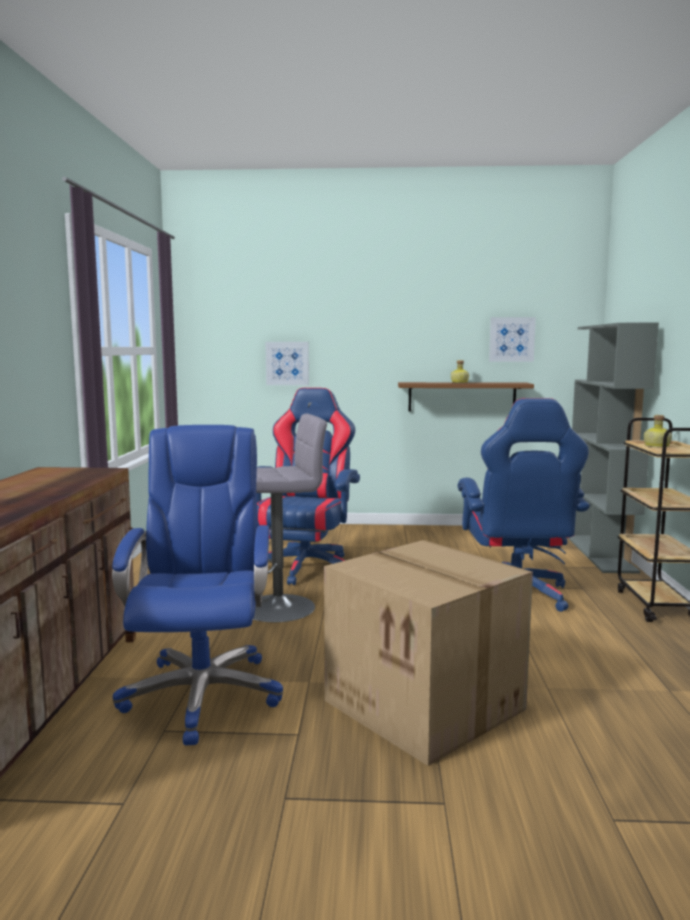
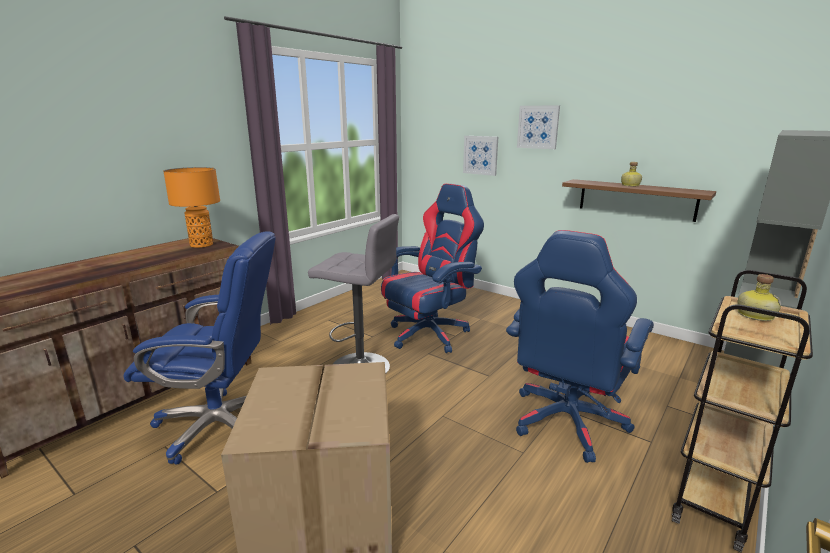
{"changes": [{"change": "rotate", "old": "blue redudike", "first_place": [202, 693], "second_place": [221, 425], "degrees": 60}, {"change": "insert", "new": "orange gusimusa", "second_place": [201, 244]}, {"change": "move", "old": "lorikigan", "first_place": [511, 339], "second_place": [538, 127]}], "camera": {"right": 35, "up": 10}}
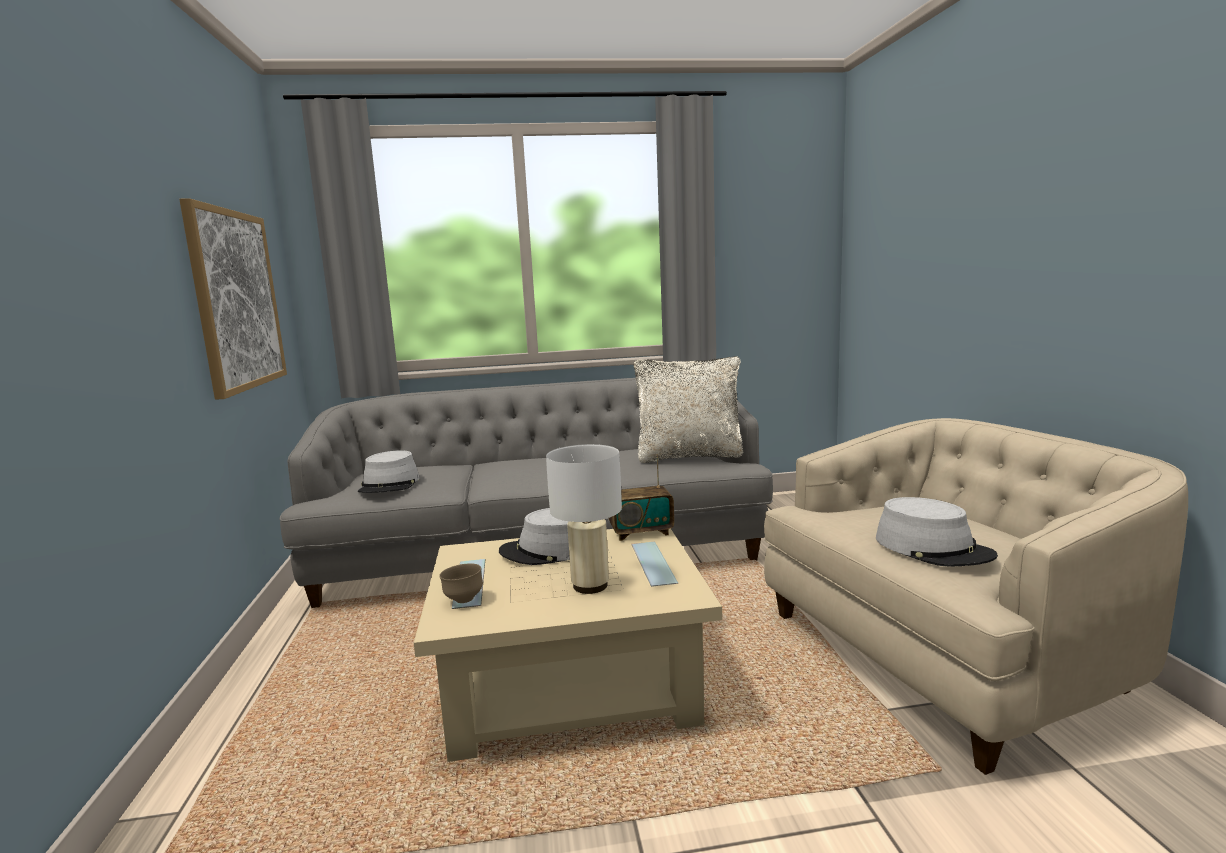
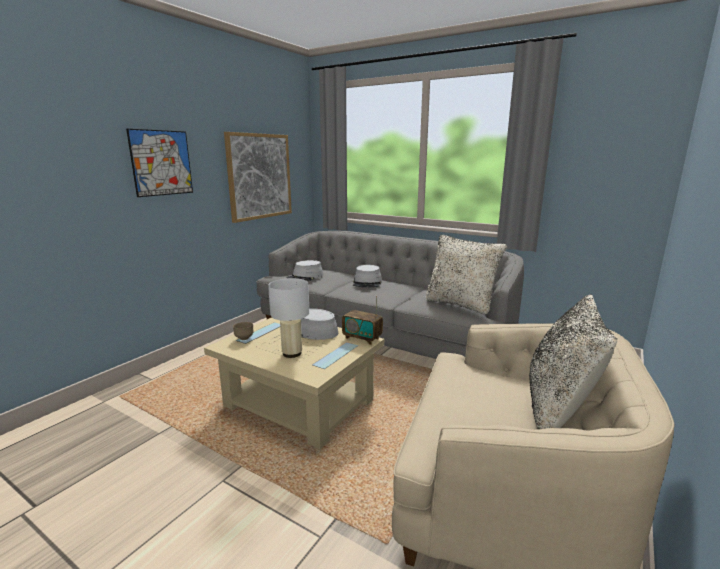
{"changes": [{"change": "insert", "new": "lorikigan", "second_place": [161, 163]}, {"change": "move", "old": "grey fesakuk", "first_place": [933, 548], "second_place": [367, 283]}, {"change": "insert", "new": "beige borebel", "second_place": [557, 413]}], "camera": {"right": 40, "up": 5}}
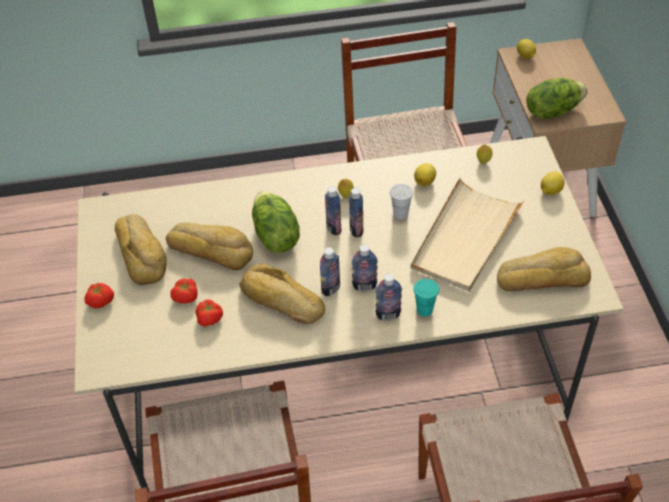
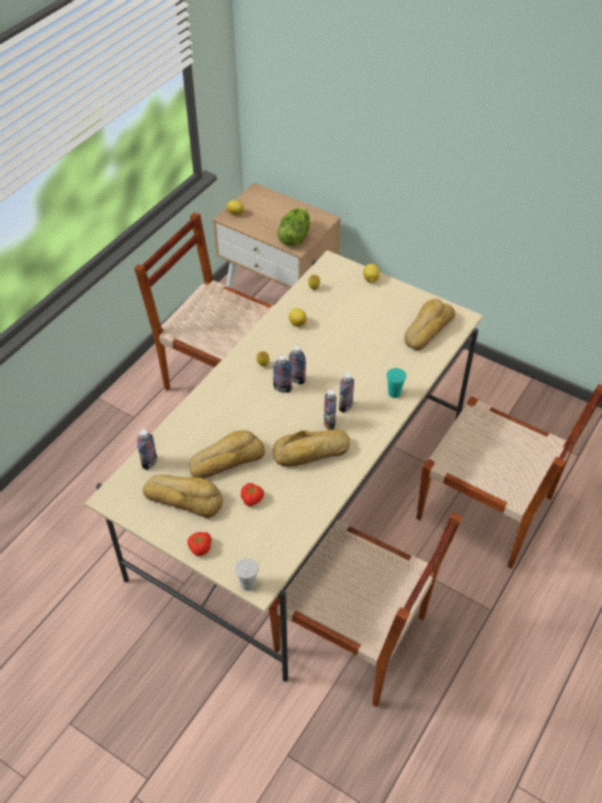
{"changes": [{"change": "move", "old": "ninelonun", "first_place": [388, 315], "second_place": [149, 463]}, {"change": "move", "old": "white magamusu", "first_place": [400, 214], "second_place": [248, 584]}, {"change": "delete", "old": "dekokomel", "first_place": [210, 318]}, {"change": "delete", "old": "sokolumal", "first_place": [275, 236]}, {"change": "delete", "old": "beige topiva", "first_place": [465, 238]}], "camera": {"right": -50, "up": 0}}
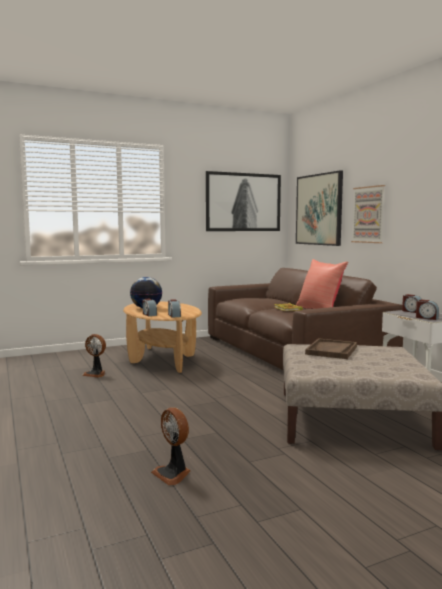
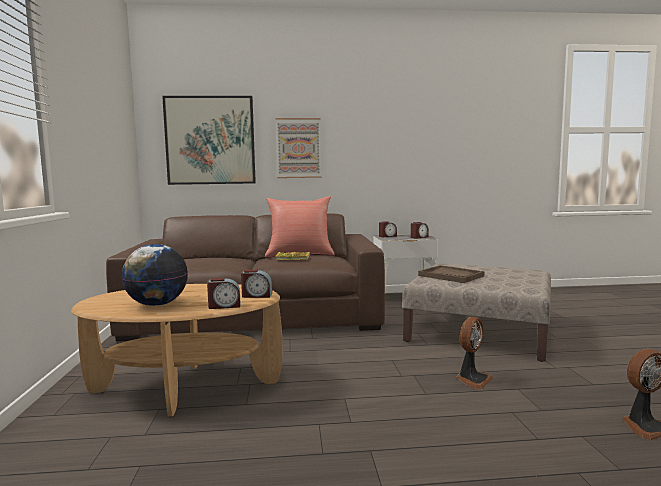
{"changes": [{"change": "move", "old": "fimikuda", "first_place": [96, 374], "second_place": [472, 379]}, {"change": "delete", "old": "lorikigan", "first_place": [243, 202]}], "camera": {"right": -70, "up": 0}}
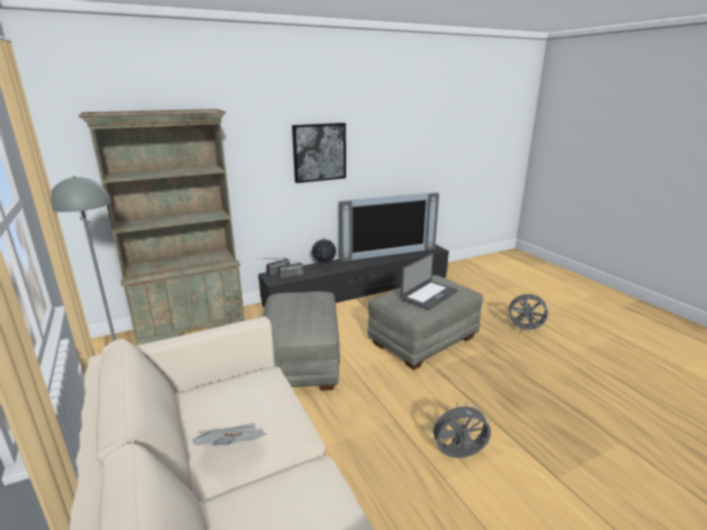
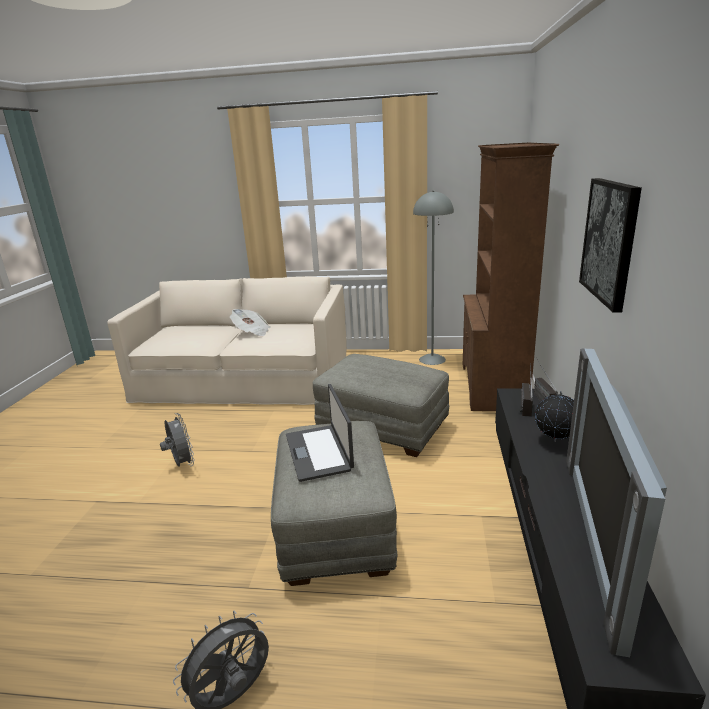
{"changes": [{"change": "rotate", "old": "grey fimikuda", "first_place": [458, 456], "second_place": [182, 464], "degrees": -60}, {"change": "recolor", "old": "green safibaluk", "new": "brown safibaluk", "first_place": [192, 332], "second_place": [493, 386]}], "camera": {"right": 125, "up": 0}}
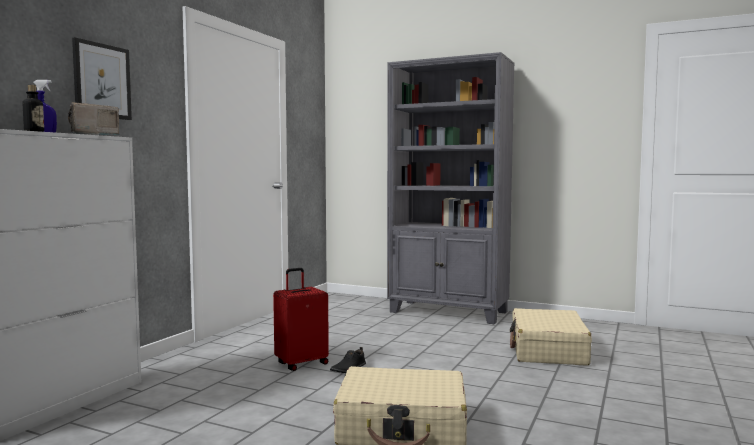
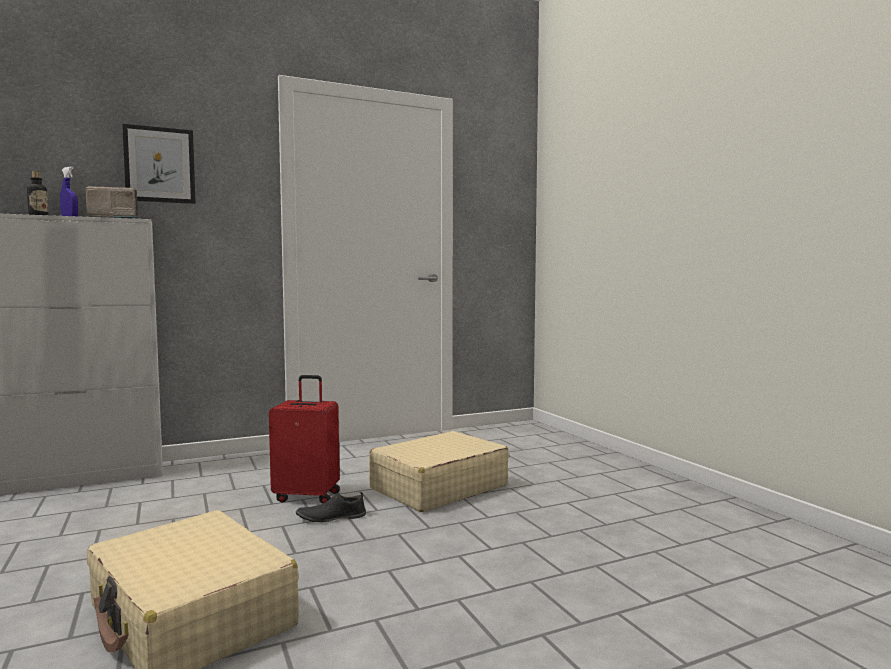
{"changes": [{"change": "move", "old": "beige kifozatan", "first_place": [548, 350], "second_place": [438, 487]}, {"change": "delete", "old": "grey safibaluk", "first_place": [449, 312]}], "camera": {"right": 40, "up": 0}}
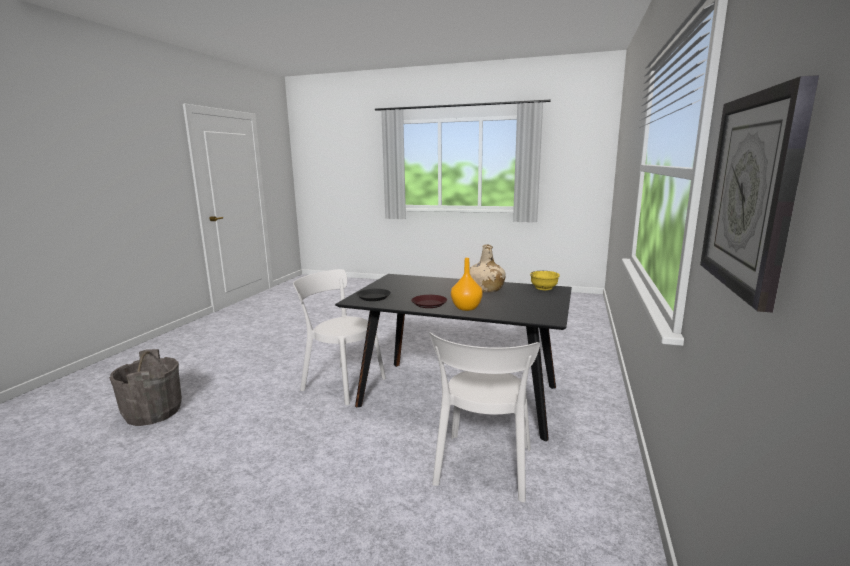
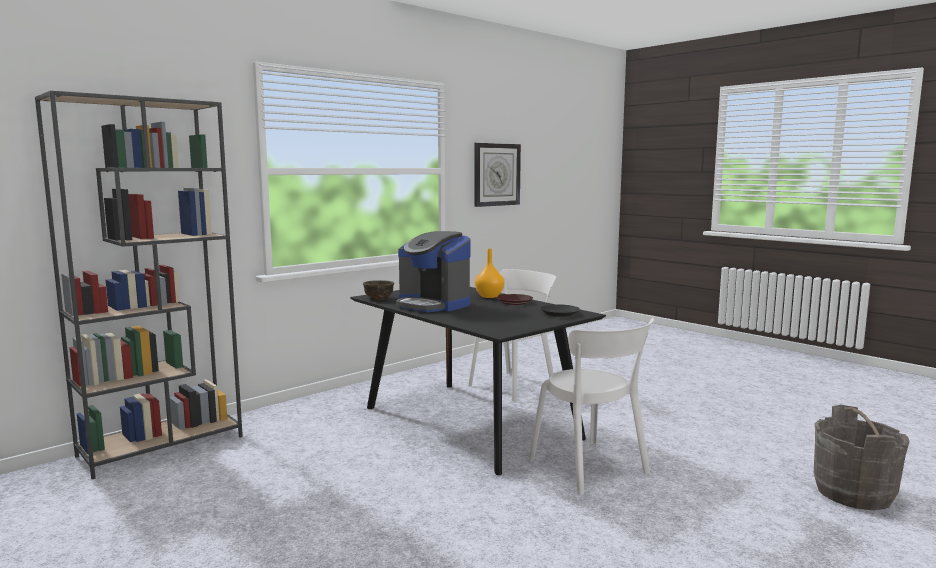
{"changes": [{"change": "insert", "new": "safibaluk", "second_place": [162, 446]}, {"change": "recolor", "old": "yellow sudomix", "new": "brown sudomix", "first_place": [544, 288], "second_place": [378, 298]}, {"change": "replace", "old": "beige ninelonun", "new": "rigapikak", "first_place": [485, 289], "second_place": [433, 305]}], "camera": {"right": -150, "up": -5}}
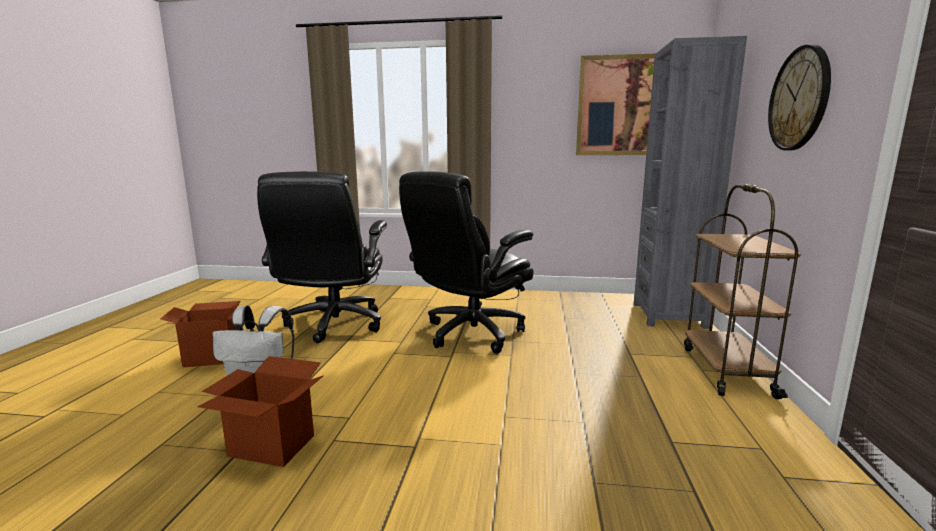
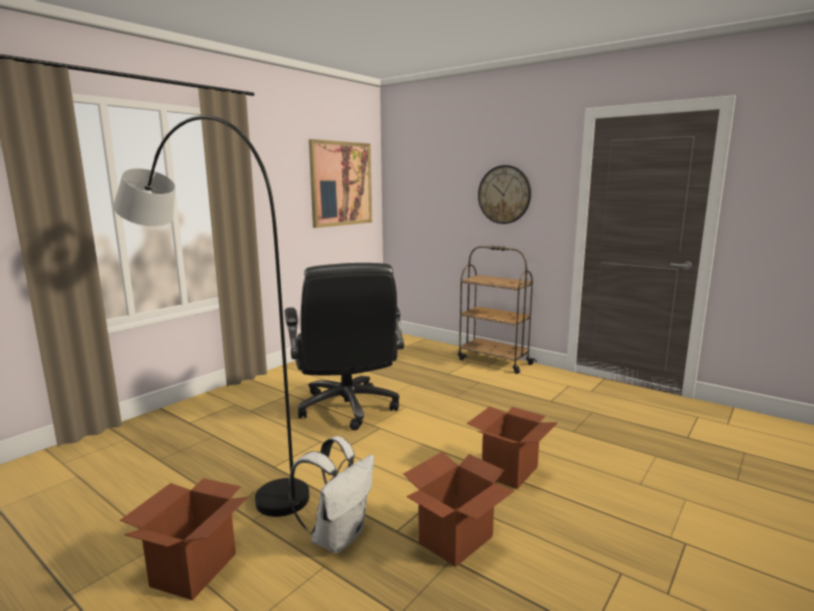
{"changes": [{"change": "replace", "old": "black redudike", "new": "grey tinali", "first_place": [333, 326], "second_place": [219, 469]}, {"change": "insert", "new": "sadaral", "second_place": [510, 471]}, {"change": "delete", "old": "grey safibaluk", "first_place": [669, 315]}], "camera": {"right": -60, "up": 0}}
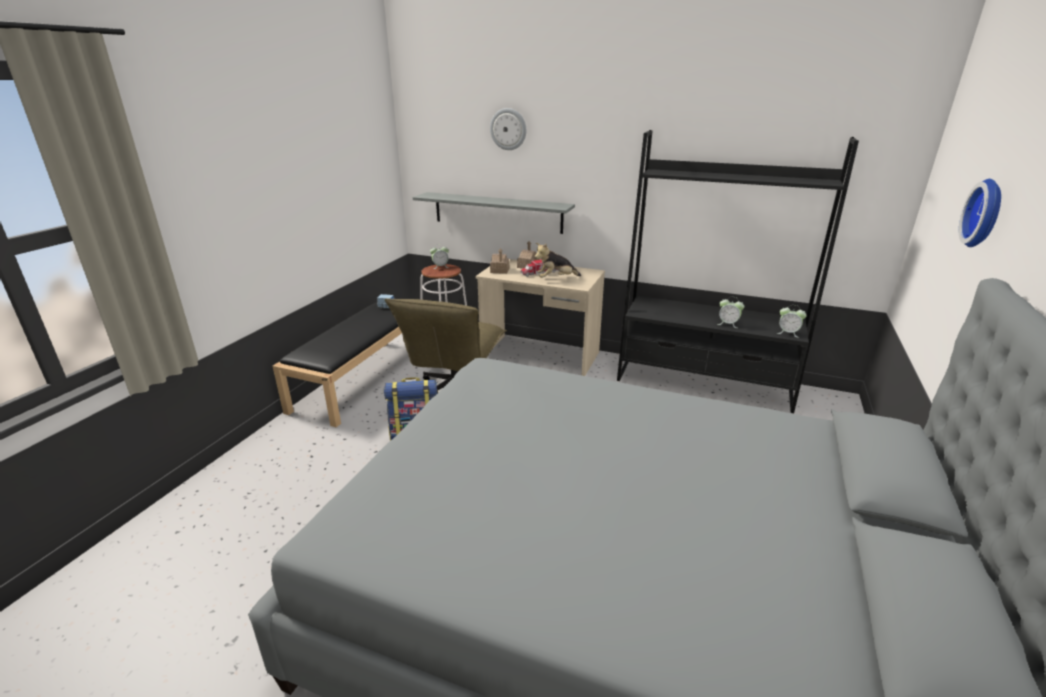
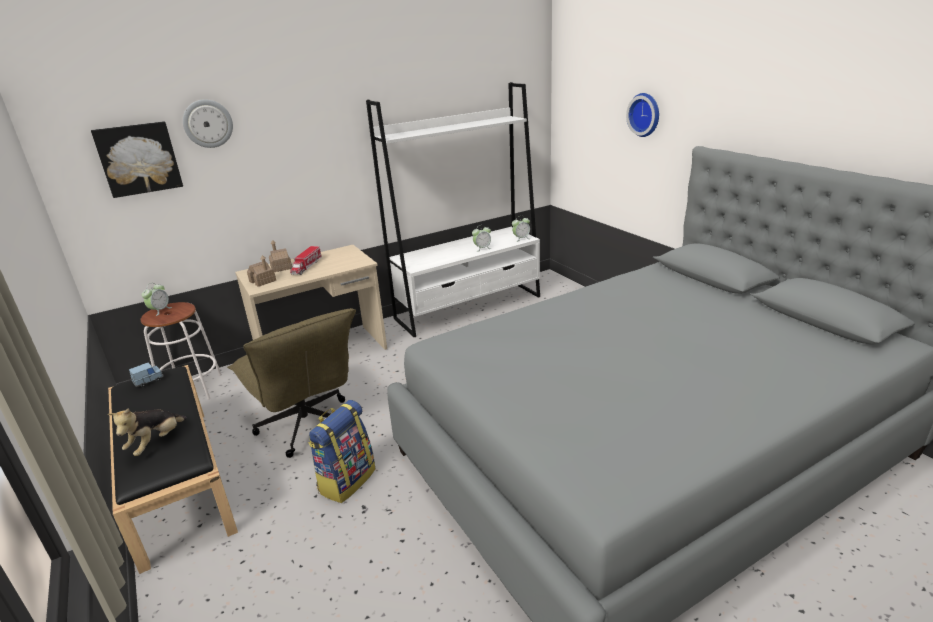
{"changes": [{"change": "insert", "new": "lorikigan", "second_place": [138, 159]}, {"change": "move", "old": "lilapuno", "first_place": [556, 279], "second_place": [156, 443]}, {"change": "recolor", "old": "black safibaluk", "new": "white safibaluk", "first_place": [704, 383], "second_place": [469, 307]}, {"change": "delete", "old": "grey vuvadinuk", "first_place": [497, 212]}], "camera": {"right": -50, "up": 0}}
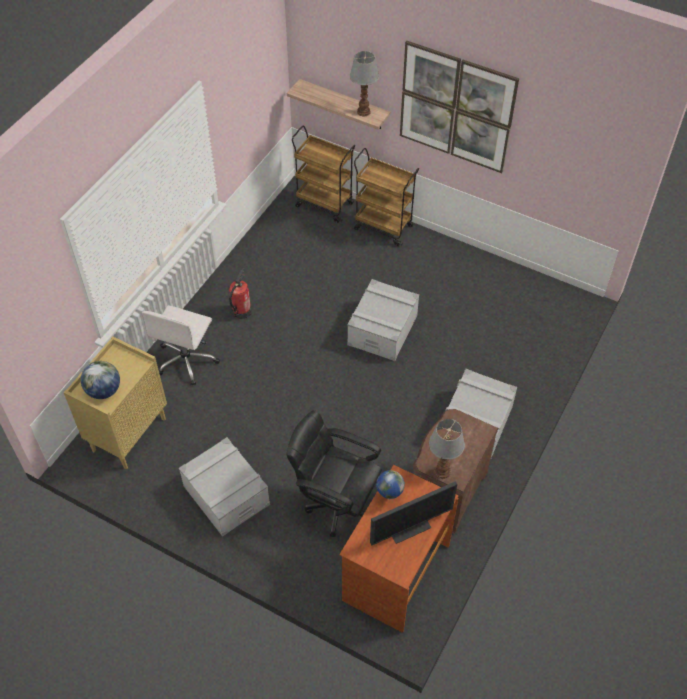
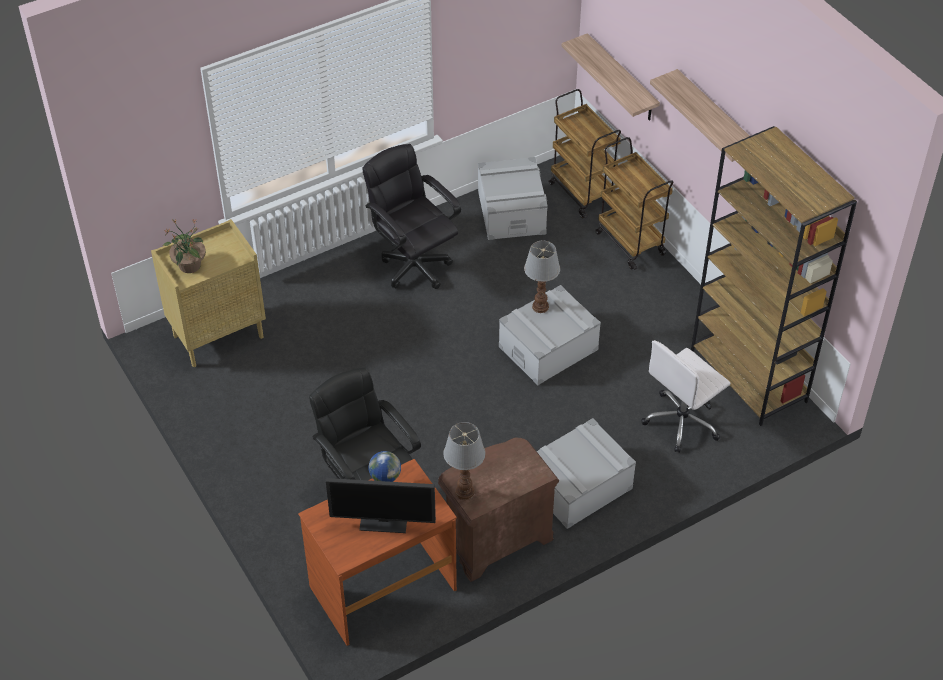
{"changes": [{"change": "replace", "old": "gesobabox", "new": "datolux", "first_place": [103, 390], "second_place": [189, 266]}, {"change": "replace", "old": "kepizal", "new": "black redudike", "first_place": [241, 311], "second_place": [412, 267]}, {"change": "move", "old": "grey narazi", "first_place": [226, 495], "second_place": [511, 212]}, {"change": "move", "old": "gusimusa", "first_place": [363, 112], "second_place": [539, 307]}, {"change": "move", "old": "white redudike", "first_place": [187, 360], "second_place": [682, 421]}, {"change": "replace", "old": "lorikigan", "new": "vuvadinuk", "first_place": [456, 107], "second_place": [716, 119]}, {"change": "insert", "new": "brown safibaluk", "second_place": [749, 376]}], "camera": {"right": 30, "up": -5}}
